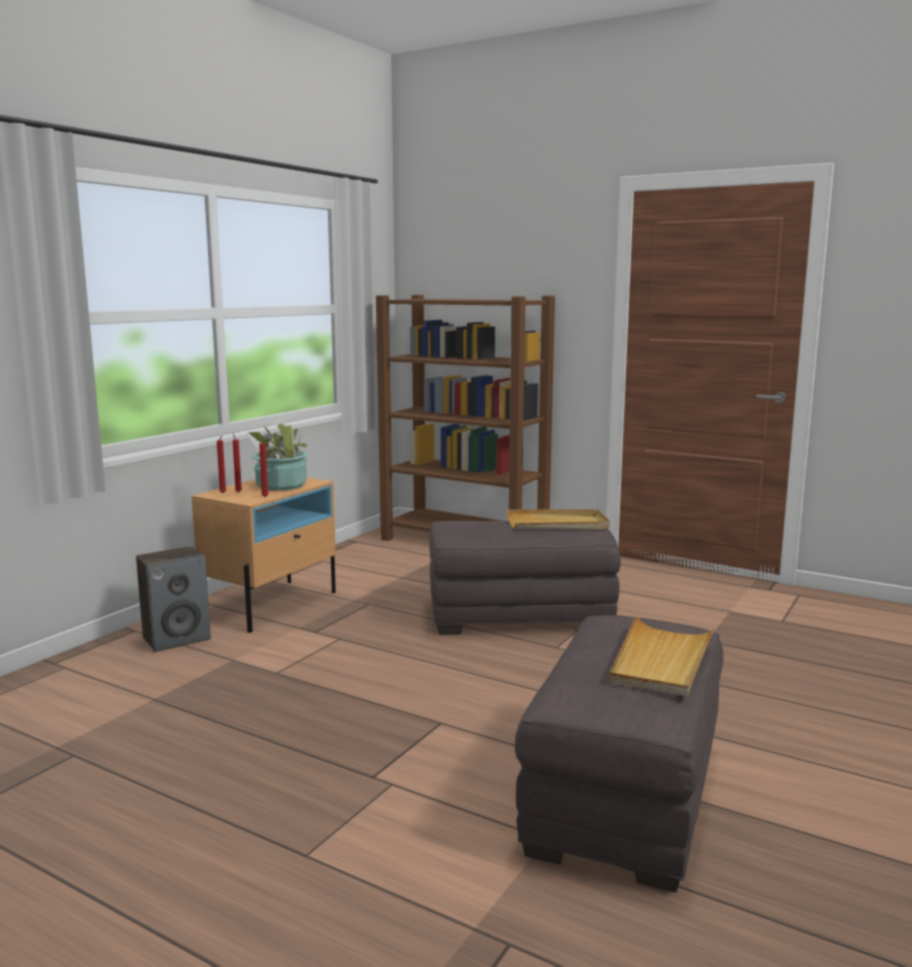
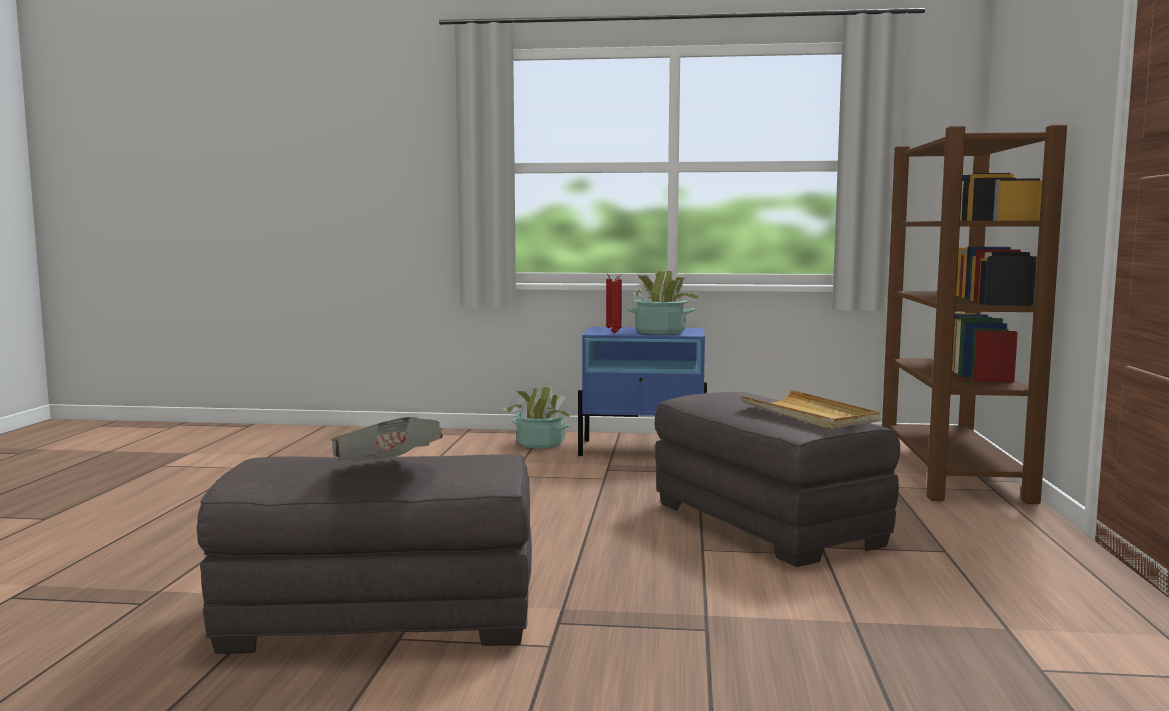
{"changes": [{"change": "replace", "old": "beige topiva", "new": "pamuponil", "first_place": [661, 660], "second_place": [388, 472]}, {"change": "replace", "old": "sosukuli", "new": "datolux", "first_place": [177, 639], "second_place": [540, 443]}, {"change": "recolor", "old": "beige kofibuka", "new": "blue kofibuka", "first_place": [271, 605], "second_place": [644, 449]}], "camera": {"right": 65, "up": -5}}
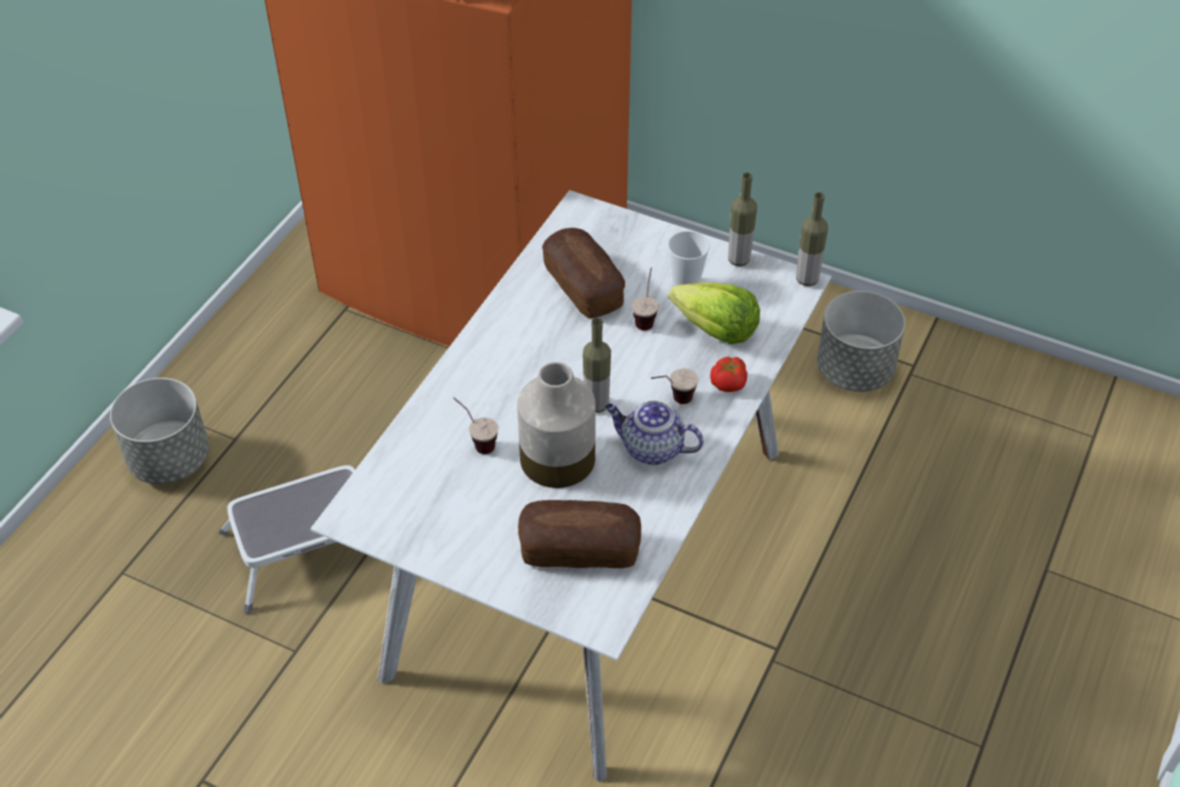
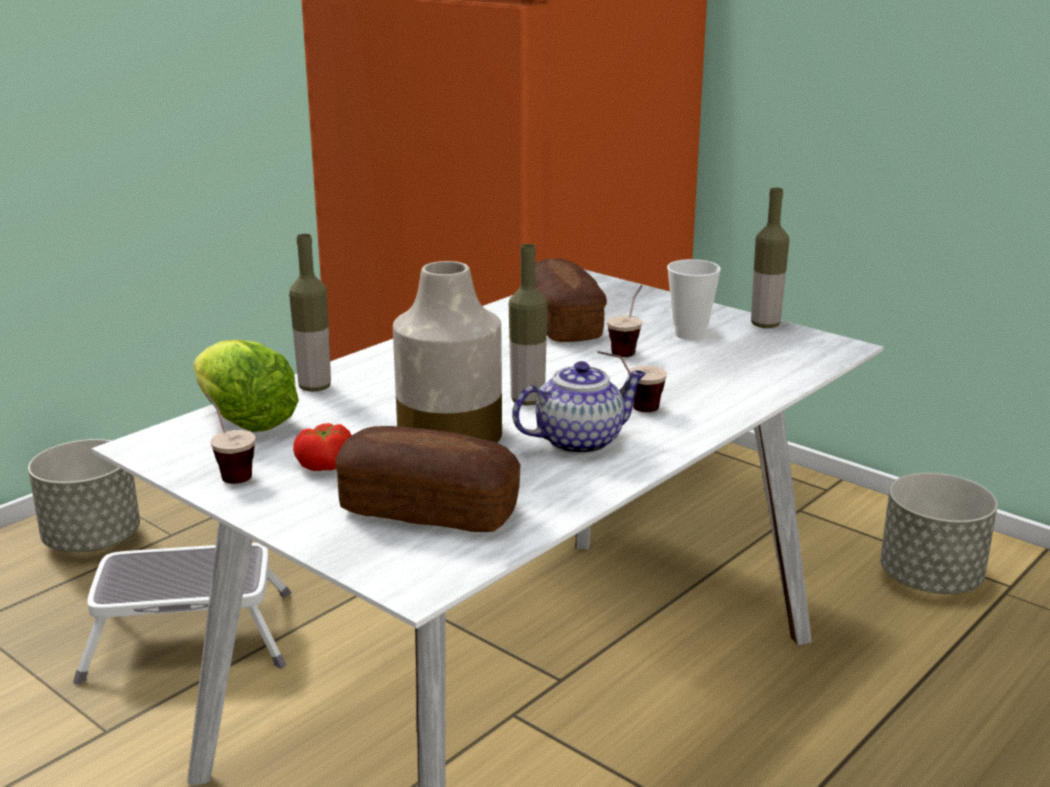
{"changes": [{"change": "move", "old": "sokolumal", "first_place": [715, 330], "second_place": [244, 420]}, {"change": "move", "old": "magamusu", "first_place": [476, 441], "second_place": [229, 471]}, {"change": "move", "old": "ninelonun", "first_place": [807, 279], "second_place": [315, 387]}, {"change": "move", "old": "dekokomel", "first_place": [729, 383], "second_place": [326, 466]}, {"change": "rotate", "old": "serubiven", "first_place": [651, 449], "second_place": [580, 441], "degrees": 120}], "camera": {"right": 15, "up": -25}}
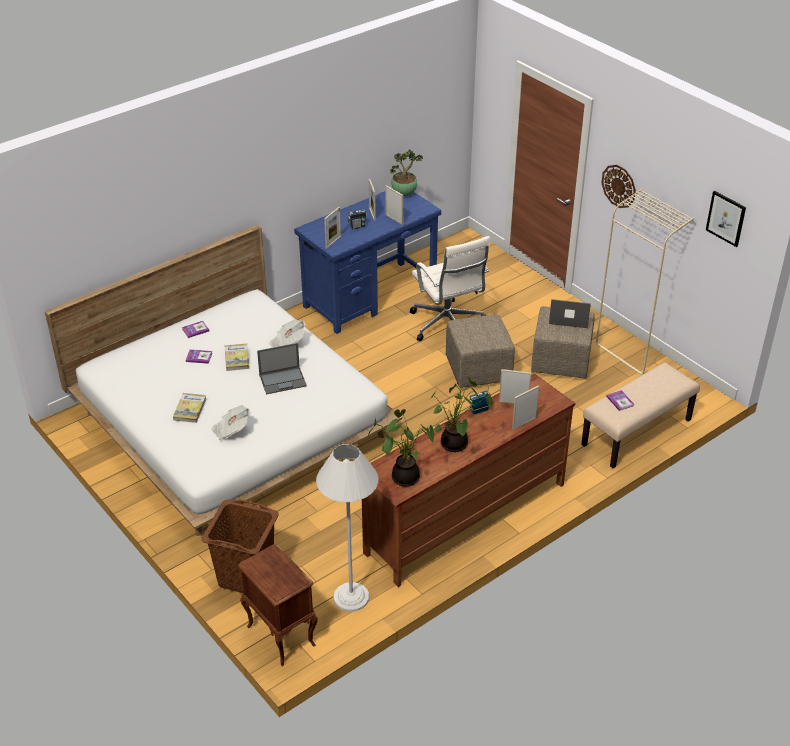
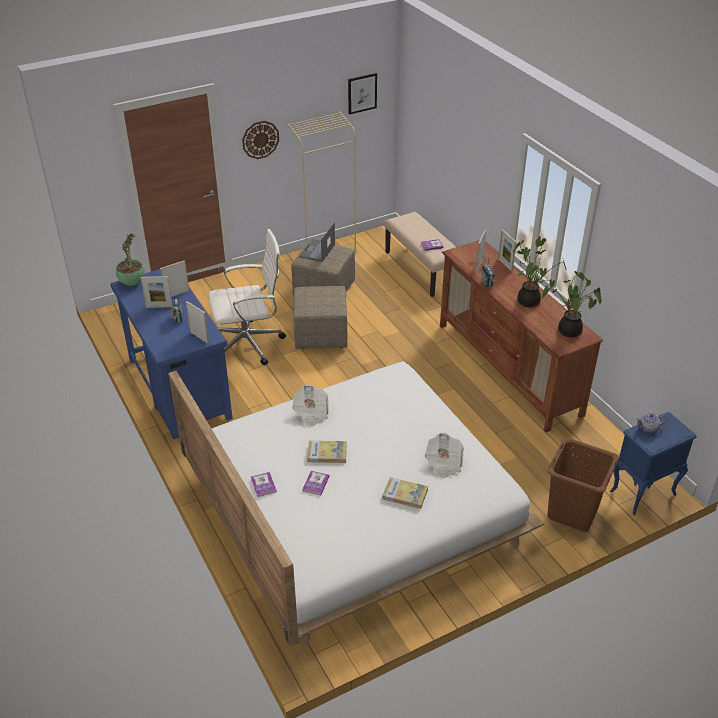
{"changes": [{"change": "recolor", "old": "brown kofibuka", "new": "blue kofibuka", "first_place": [280, 636], "second_place": [642, 493]}, {"change": "insert", "new": "serubiven", "second_place": [648, 428]}, {"change": "delete", "old": "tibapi", "first_place": [283, 380]}, {"change": "delete", "old": "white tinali", "first_place": [351, 597]}], "camera": {"right": -80, "up": 0}}
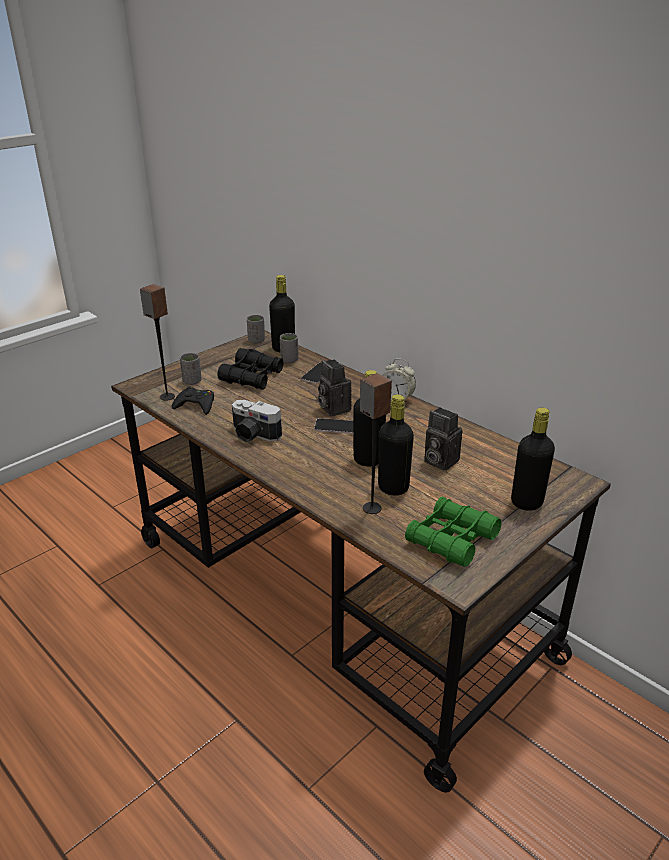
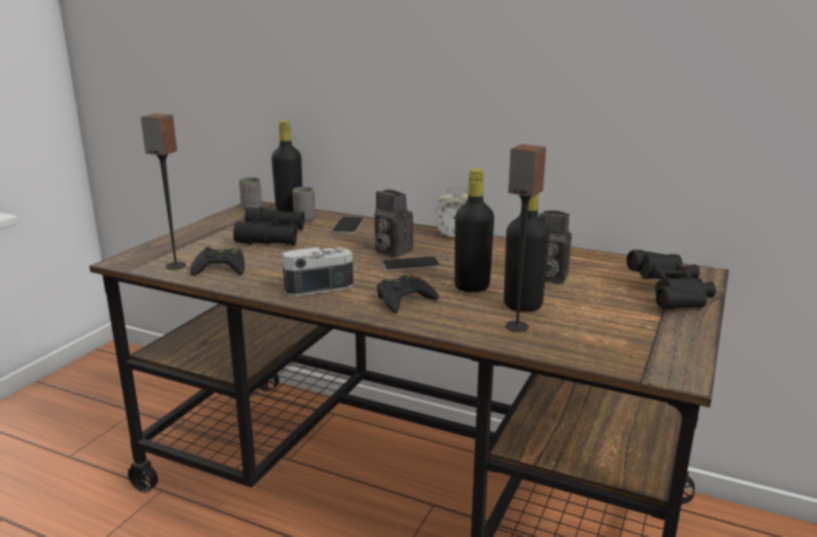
{"changes": [{"change": "rotate", "old": "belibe", "first_place": [253, 435], "second_place": [316, 285], "degrees": 150}, {"change": "insert", "new": "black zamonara", "second_place": [404, 299]}, {"change": "replace", "old": "black ninelonun", "new": "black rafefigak", "first_place": [526, 502], "second_place": [670, 296]}, {"change": "delete", "old": "grey magamusu", "first_place": [192, 381]}, {"change": "delete", "old": "green rafefigak", "first_place": [451, 539]}], "camera": {"right": -20, "up": -10}}
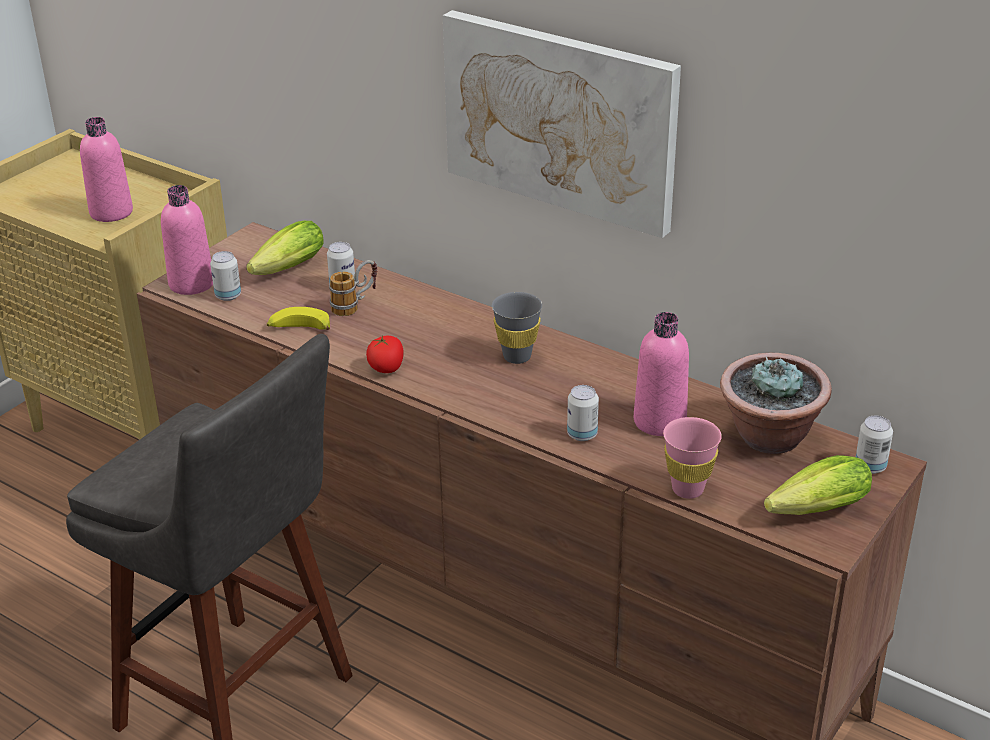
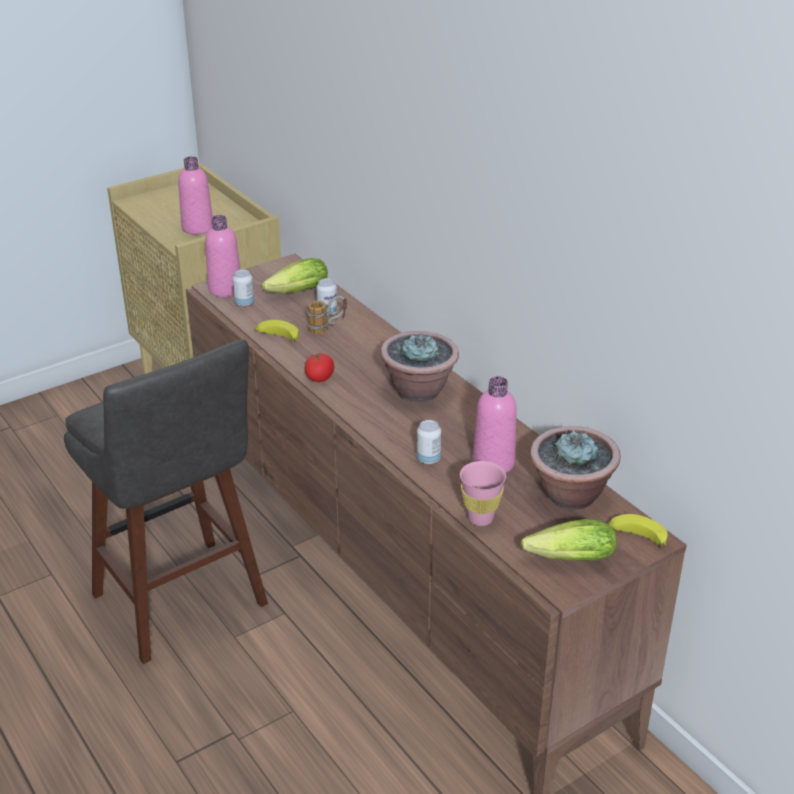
{"changes": [{"change": "replace", "old": "grey magamusu", "new": "datolux", "first_place": [517, 356], "second_place": [418, 390]}, {"change": "replace", "old": "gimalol", "new": "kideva", "first_place": [870, 466], "second_place": [636, 537]}, {"change": "delete", "old": "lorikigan", "first_place": [560, 119]}], "camera": {"right": 20, "up": 0}}
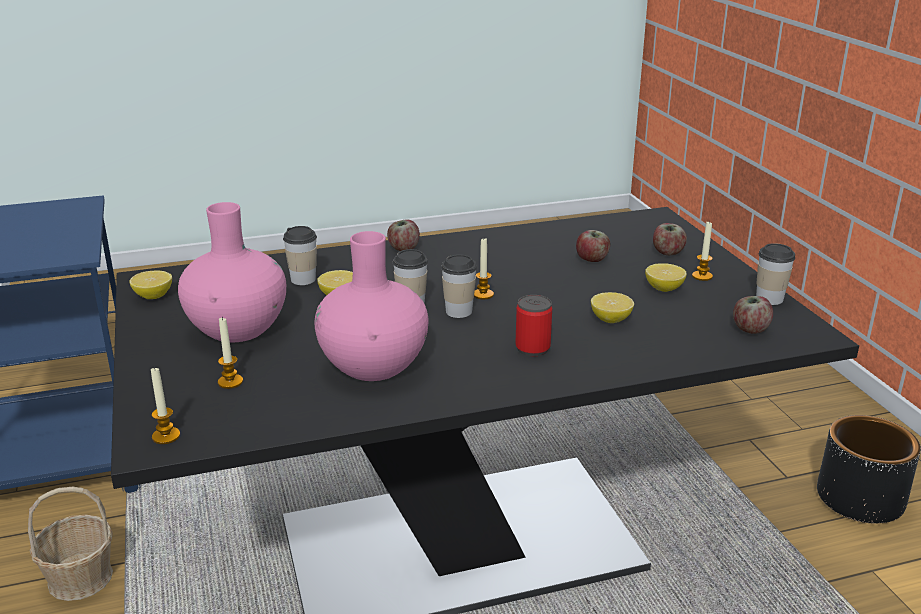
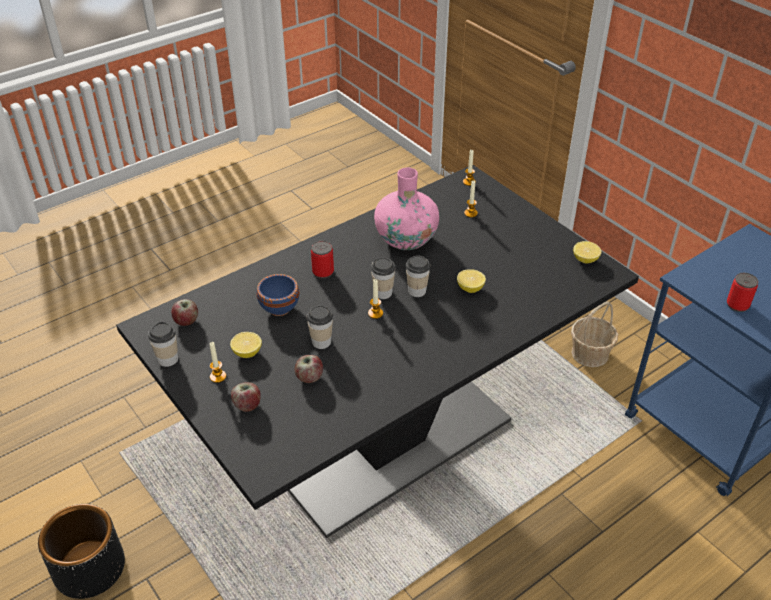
{"changes": [{"change": "replace", "old": "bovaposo", "new": "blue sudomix", "first_place": [610, 319], "second_place": [281, 309]}, {"change": "move", "old": "magamusu", "first_place": [303, 279], "second_place": [321, 342]}, {"change": "insert", "new": "gimalol", "second_place": [737, 305]}, {"change": "delete", "old": "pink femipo", "first_place": [237, 329]}, {"change": "delete", "old": "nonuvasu", "first_place": [403, 249]}], "camera": {"right": 160, "up": 15}}
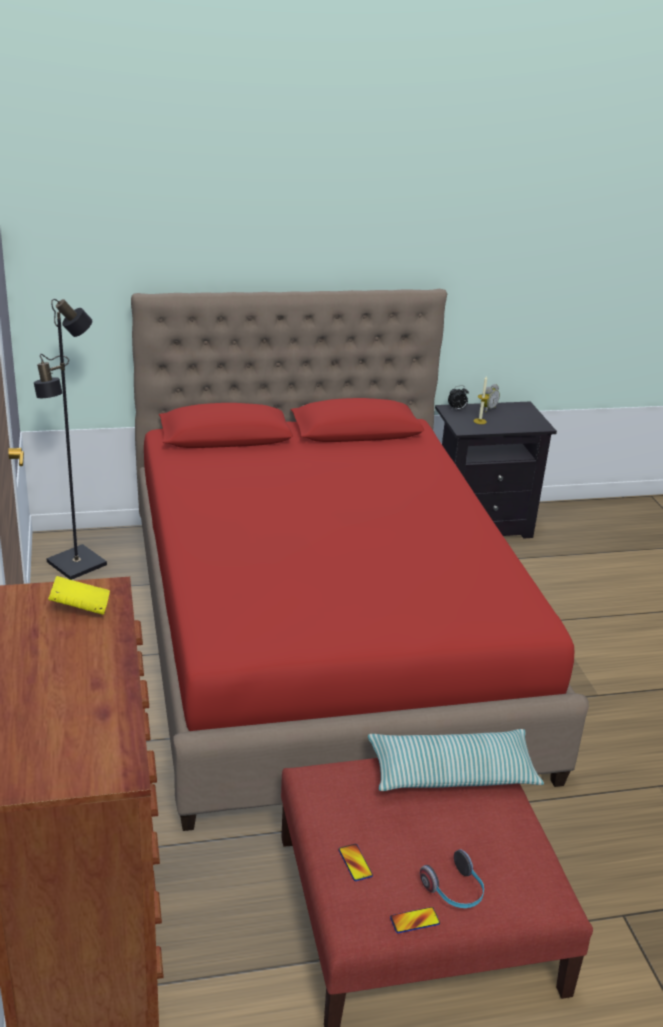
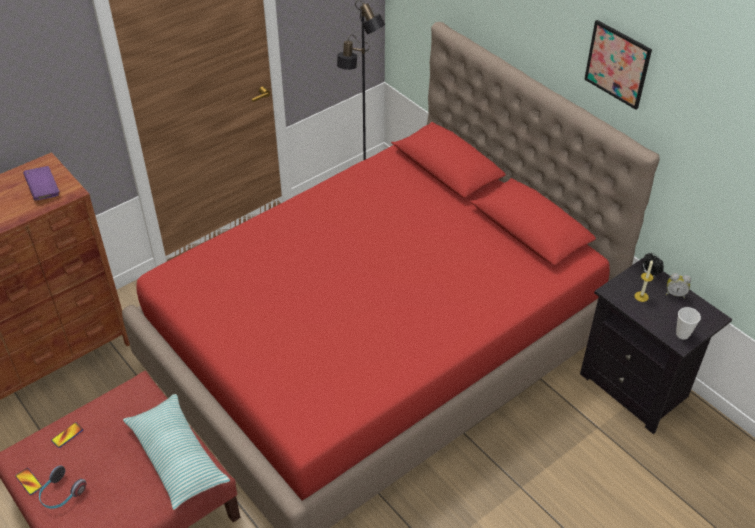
{"changes": [{"change": "recolor", "old": "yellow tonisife", "new": "purple tonisife", "first_place": [80, 608], "second_place": [44, 190]}, {"change": "insert", "new": "lorikigan", "second_place": [617, 64]}, {"change": "insert", "new": "magamusu", "second_place": [682, 334]}], "camera": {"right": 65, "up": 15}}
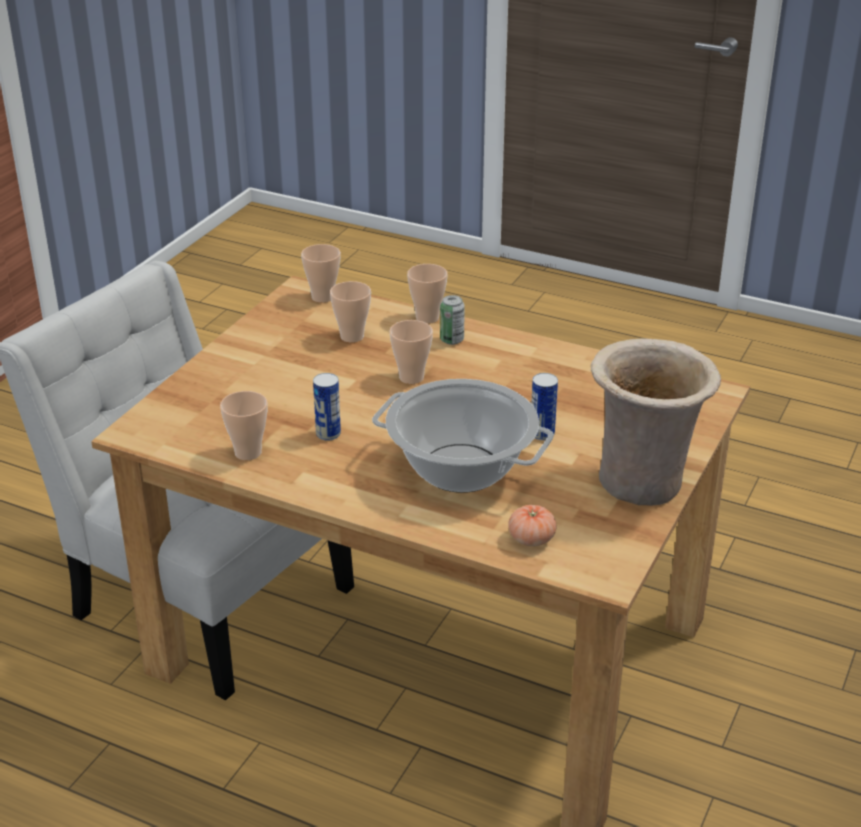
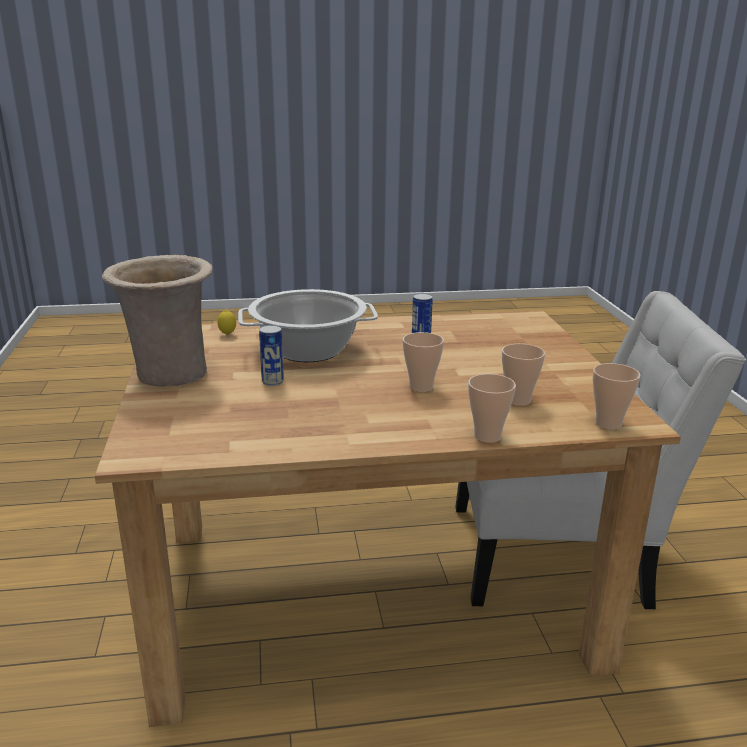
{"changes": [{"change": "replace", "old": "dekokomel", "new": "bovaposo", "first_place": [531, 539], "second_place": [227, 335]}, {"change": "delete", "old": "magamusu", "first_place": [248, 453]}, {"change": "delete", "old": "gimalol", "first_place": [452, 340]}], "camera": {"right": 145, "up": -10}}
